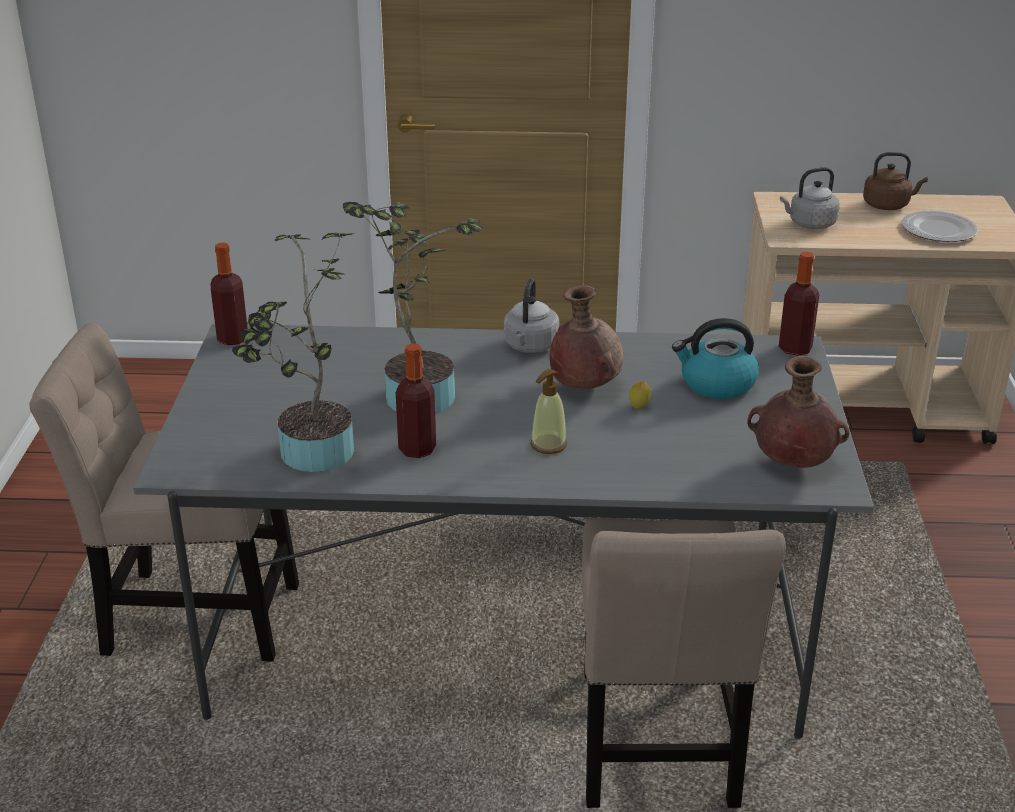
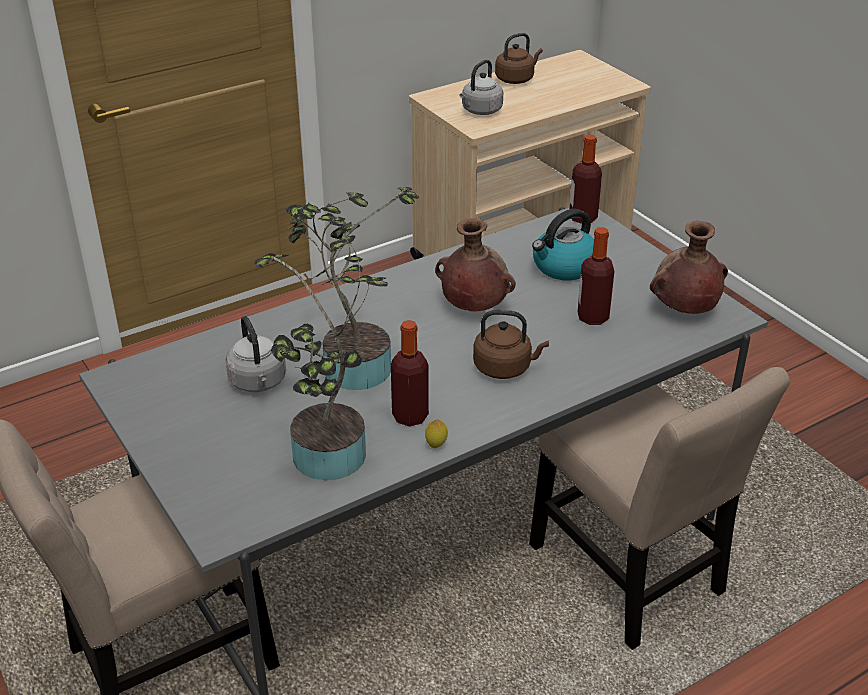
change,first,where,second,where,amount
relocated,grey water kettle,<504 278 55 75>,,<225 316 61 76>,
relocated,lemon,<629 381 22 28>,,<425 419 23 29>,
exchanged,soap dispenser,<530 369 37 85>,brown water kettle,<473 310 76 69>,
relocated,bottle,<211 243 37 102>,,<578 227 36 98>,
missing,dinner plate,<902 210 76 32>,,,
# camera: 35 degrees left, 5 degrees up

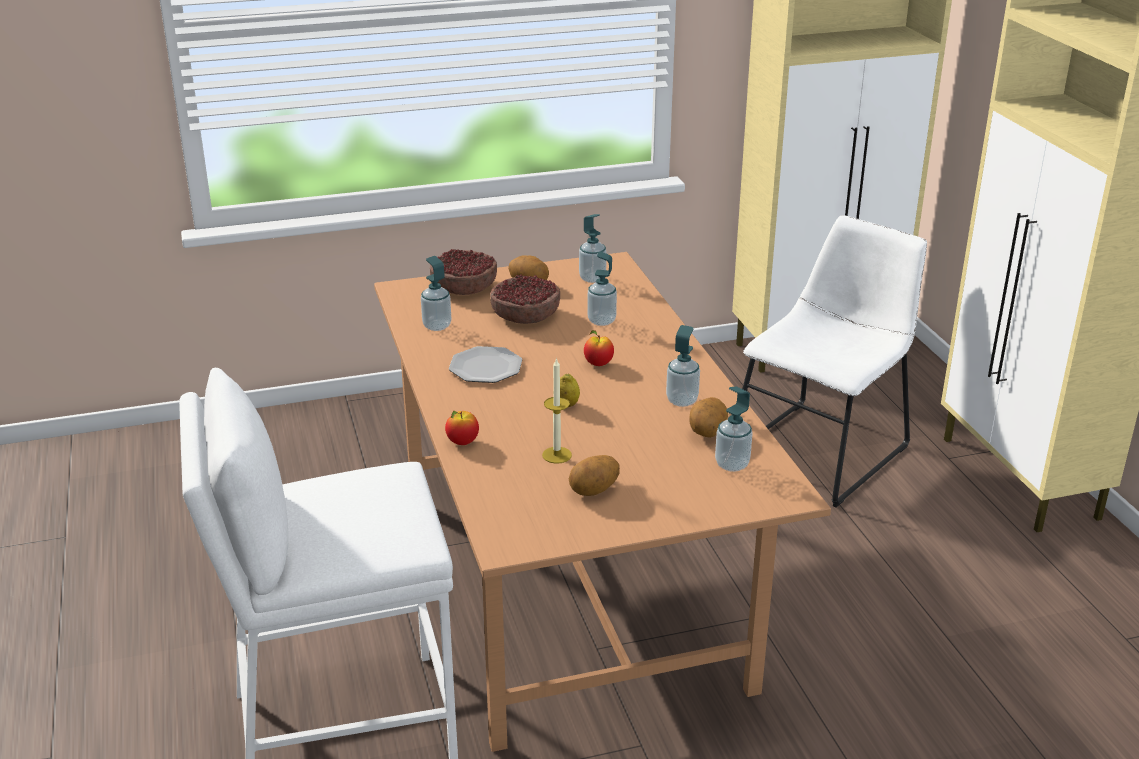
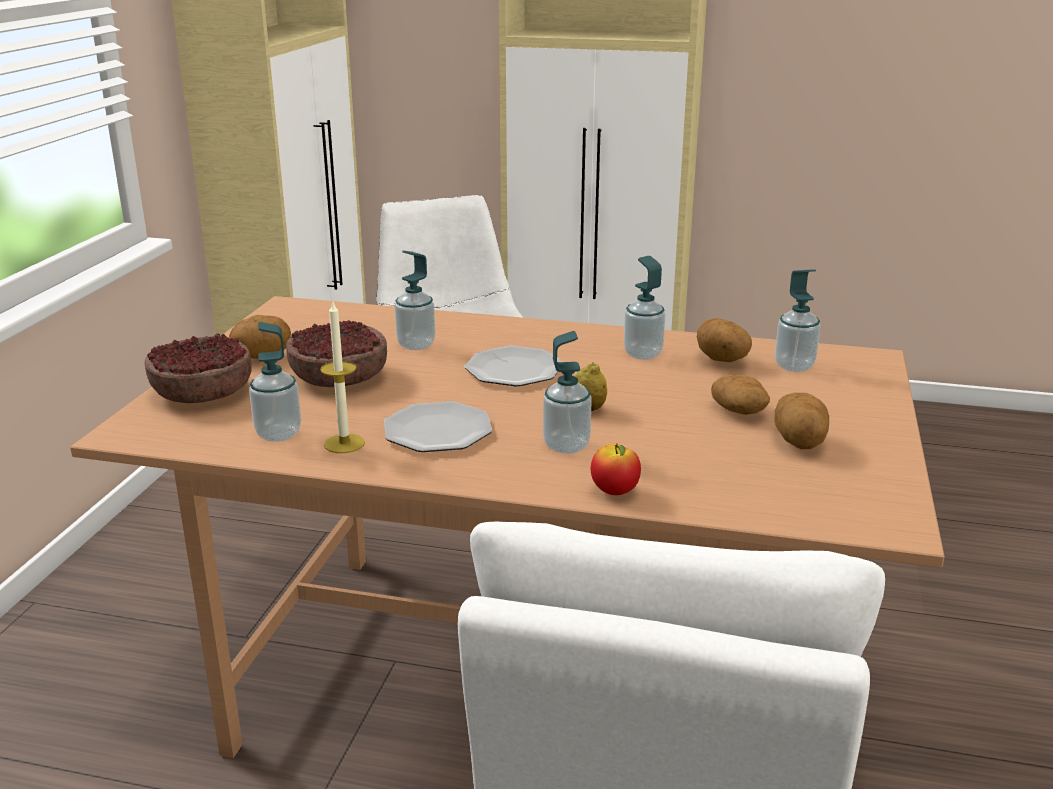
change,first,where,second,where,amount
relocated,wax candle,<542 357 30 107>,,<320 302 45 151>,
exchanged,whole apple,<584 330 30 36>,dinner plate,<464 346 98 40>,
relocated,soap dispenser,<579 214 28 69>,,<543 331 49 123>,
appeared,,,whole potato,<711 374 59 41>,
# camera: 60 degrees left, 5 degrees down

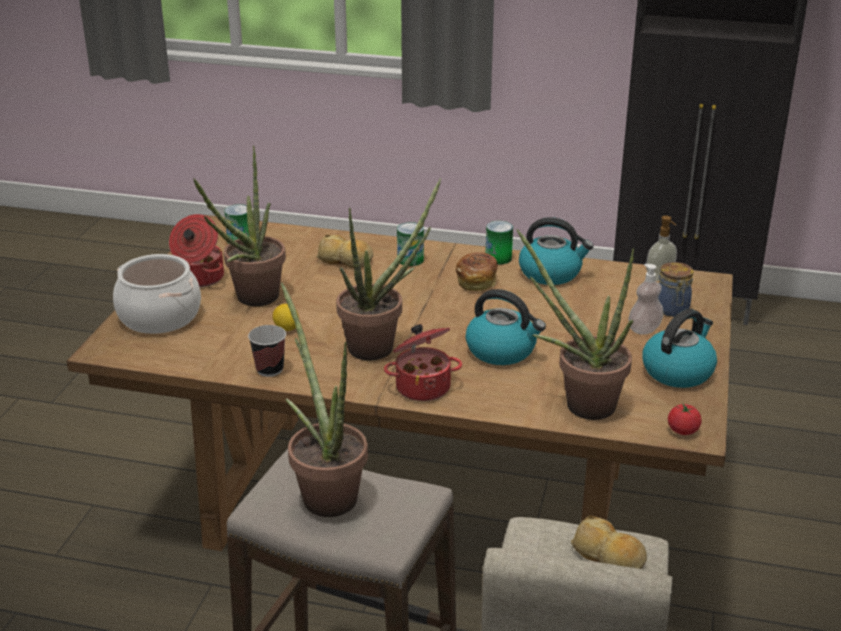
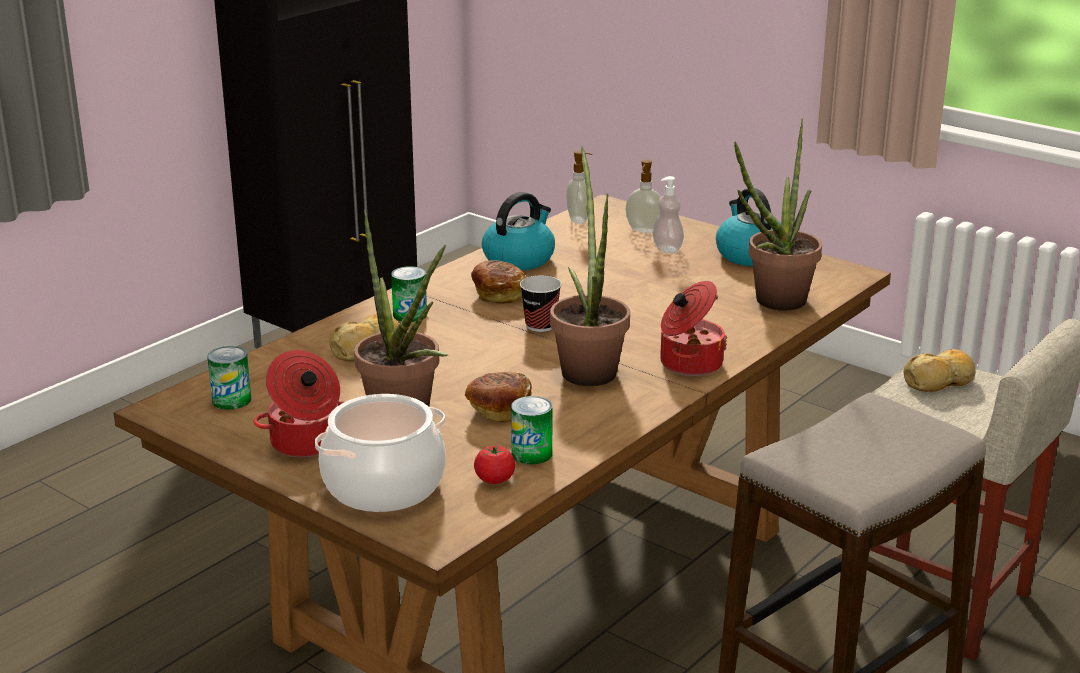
change,first,where,second,where,amount
exchanged,lemon,<273 304 26 27>,bread,<465 372 67 50>,
relocated,whole tomato,<668 404 34 31>,,<474 446 41 38>,
relocated,can,<486 221 27 44>,,<511 396 41 68>,
relocated,small cup,<248 325 38 52>,,<520 276 42 56>,
exchanged,storage jar,<658 262 35 55>,soap dispenser,<626 159 35 74>,
missing,potted plant,<281 282 87 235>,,,
missing,water kettle,<466 289 80 76>,,,
# camera: 65 degrees left, 5 degrees down

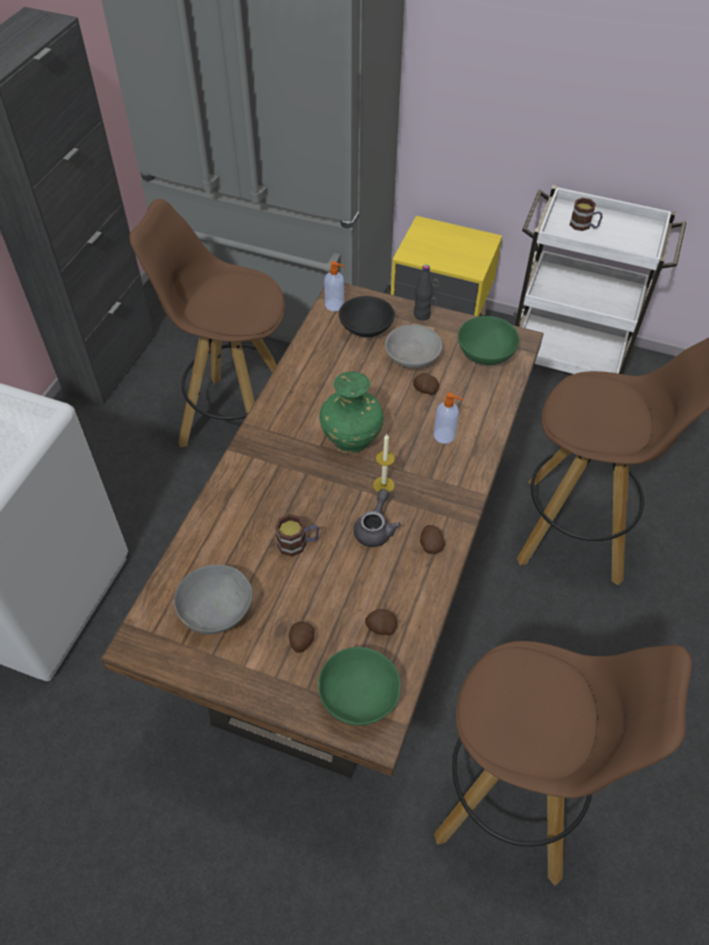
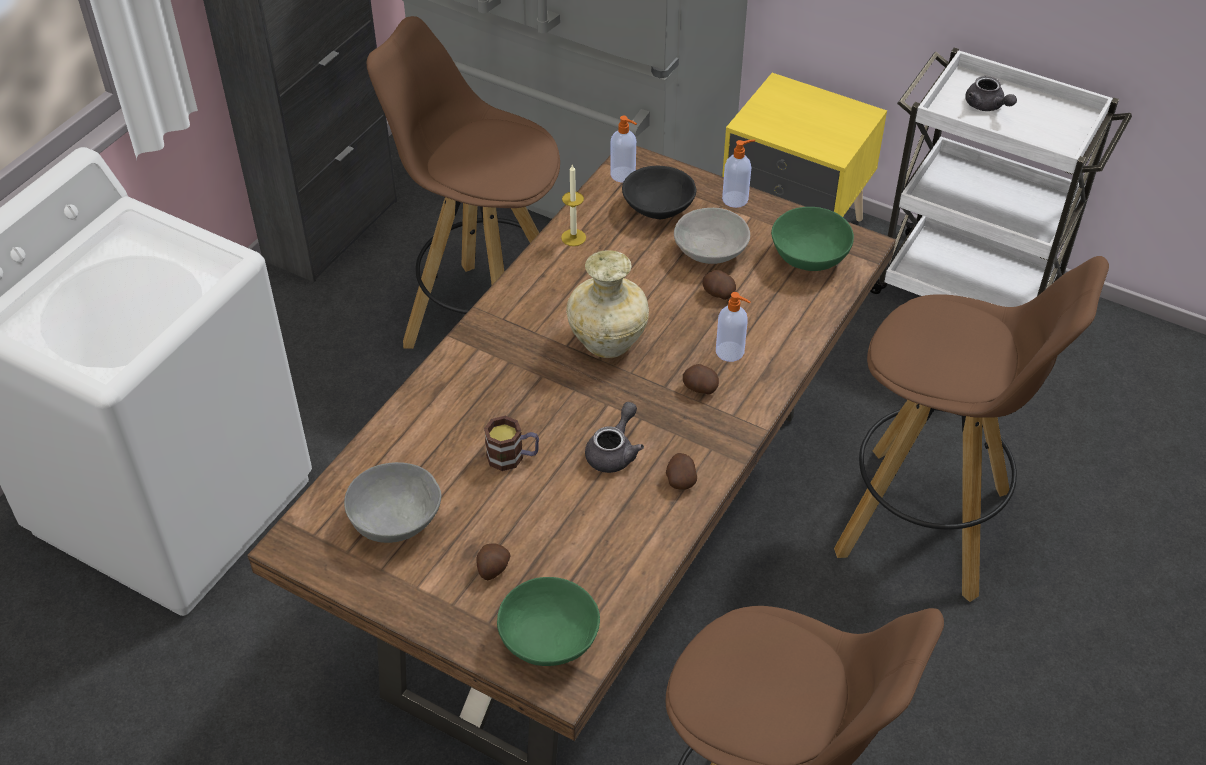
change,first,where,second,where,amount
relocated,wax candle,<373 434 22 59>,,<561 165 25 81>,
colour,green-coloured decorative vase,<320 371 64 82>,beige-coloured decorative vase,<567 250 82 108>,
relocated,whole potato,<365 609 32 26>,,<683 364 36 31>,
exchanged,black-coloured bottle,<414 265 19 55>,soap dispenser,<722 140 33 68>,
exchanged,tea mug,<570 198 32 33>,grey teapot,<965 76 52 35>,
# camera: 10 degrees right, 5 degrees down

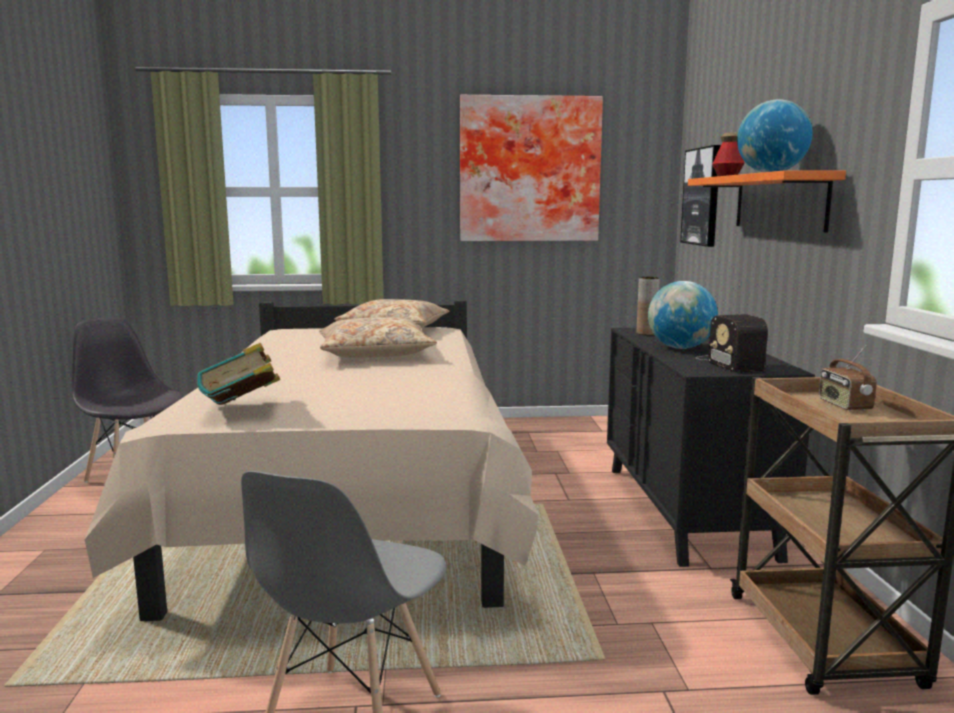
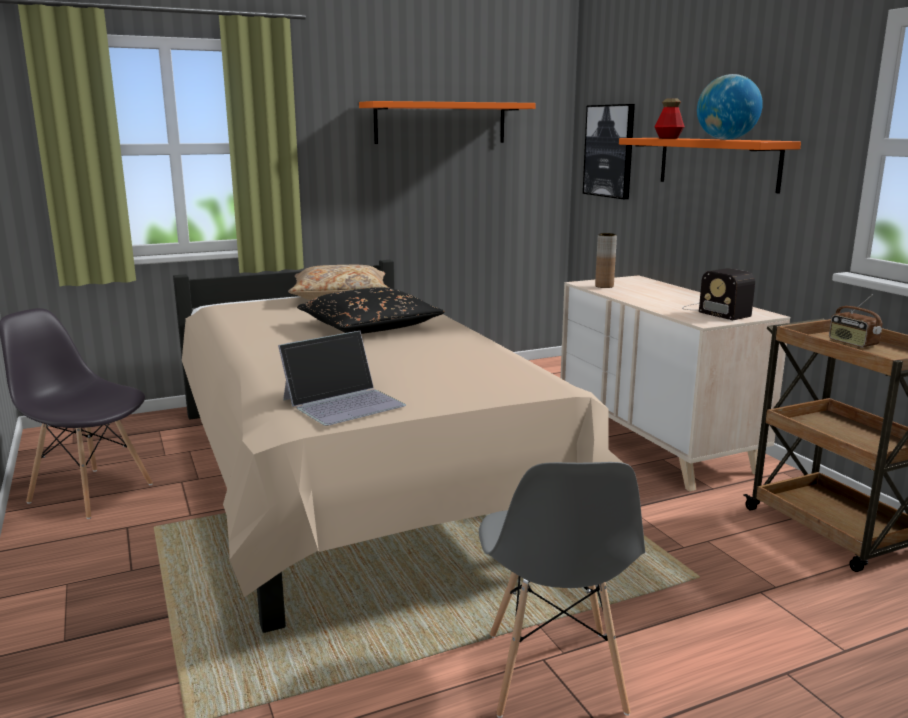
change,first,where,second,where,amount
exchanged,book,<197 343 83 62>,portable computer,<278 331 128 95>,
colour,beige-coloured pillow,<319 317 118 41>,black-coloured pillow,<297 287 148 47>,
exchanged,wall art,<460 95 143 146>,orange-coloured wall shelf,<359 101 177 43>,
colour,black-coloured dresser,<607 328 208 239>,beige-coloured dresser,<560 275 230 217>,
missing,globe,<648 281 70 68>,,,
# camera: 20 degrees left, 5 degrees up

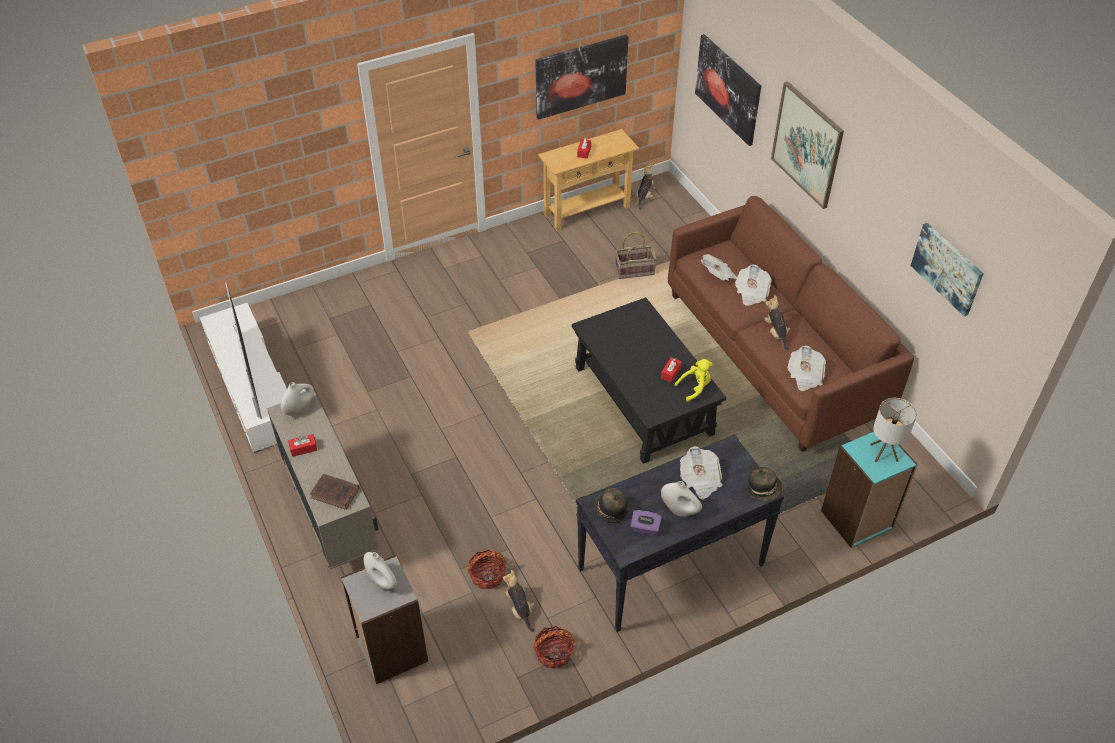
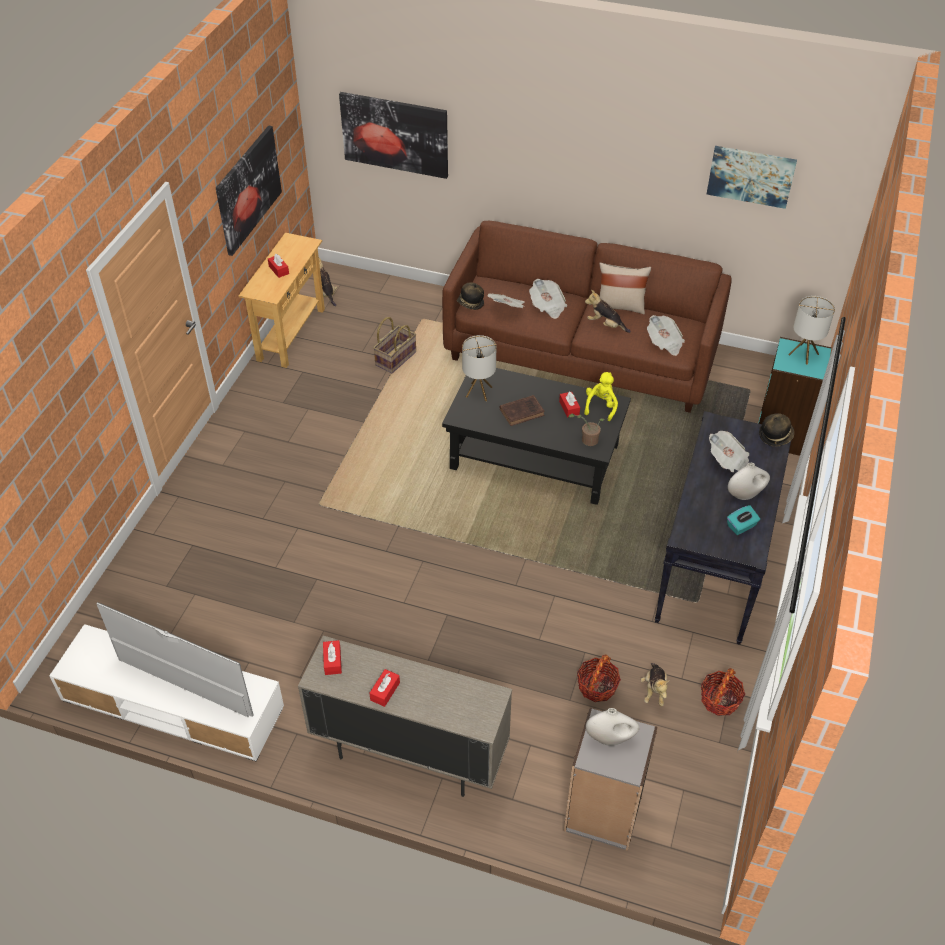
change,first,where,second,where,amount
exchanged,white decorative vase,<281 382 33 34>,red-coloured tissue box,<323 640 19 35>,
relocated,hat,<595 488 33 35>,,<457 282 27 28>,
appeared,,,table lamp,<462 335 34 66>,
relocated,brown book,<310 474 50 36>,,<500 395 45 31>,
appeared,,,potted plant,<568 414 36 32>,
appeared,,,beige-coloured pillow,<599 262 52 52>,
spun,plush toy,<503 570 31 62>,,<641 663 28 43>,105 degrees counterclockwise
colour,purple-coloured tissue box,<631 510 31 25>,turquoise-coloured tissue box,<727 505 33 30>,
missing,wall art,<771 81 73 128>,,,
# camera: 45 degrees left, 0 degrees up

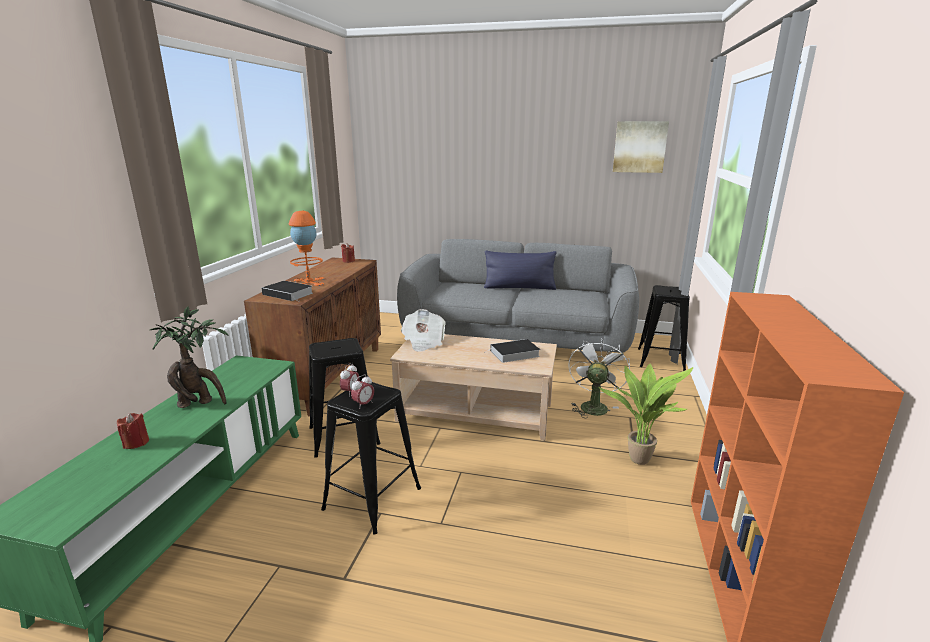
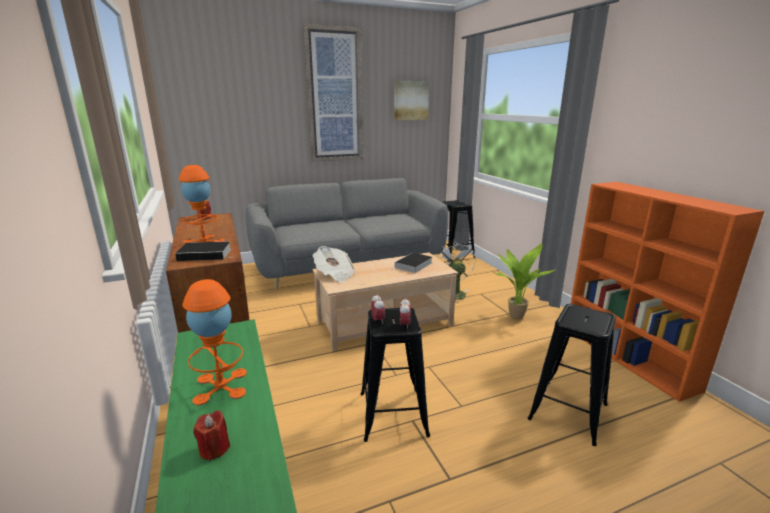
change,first,where,second,where,amount
exchanged,potted plant,<150 306 79 102>,orange-coloured table lamp,<183 279 64 126>,
appeared,,,wall art,<303 24 60 138>,
relocated,black-coloured stool,<309 338 72 120>,,<527 304 89 142>,
missing,blue-coloured pillow,<484 251 73 39>,,,
# camera: 35 degrees left, 0 degrees up

